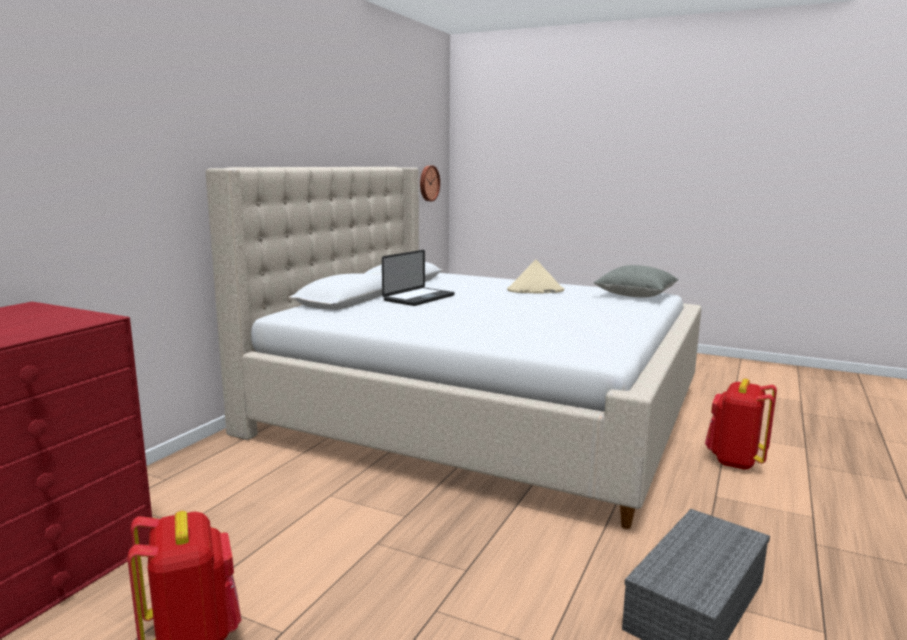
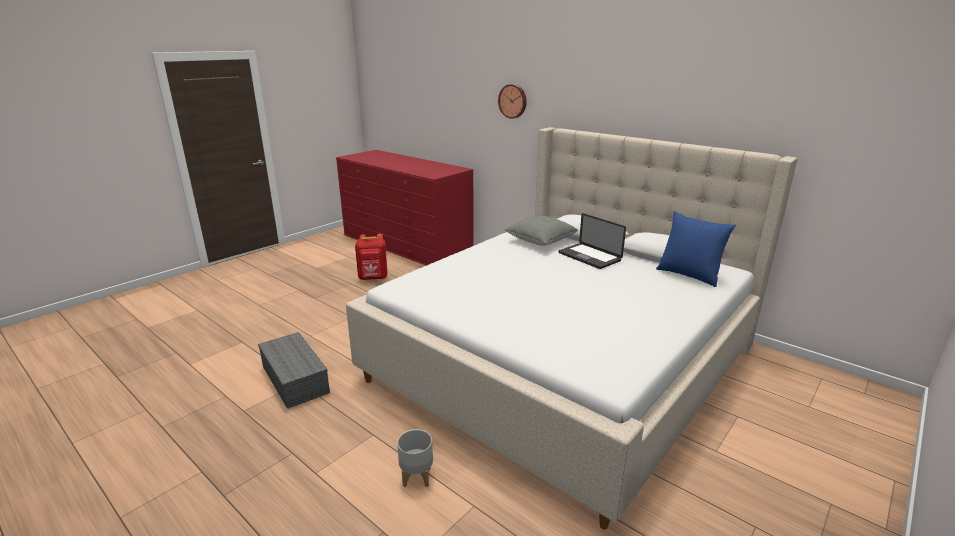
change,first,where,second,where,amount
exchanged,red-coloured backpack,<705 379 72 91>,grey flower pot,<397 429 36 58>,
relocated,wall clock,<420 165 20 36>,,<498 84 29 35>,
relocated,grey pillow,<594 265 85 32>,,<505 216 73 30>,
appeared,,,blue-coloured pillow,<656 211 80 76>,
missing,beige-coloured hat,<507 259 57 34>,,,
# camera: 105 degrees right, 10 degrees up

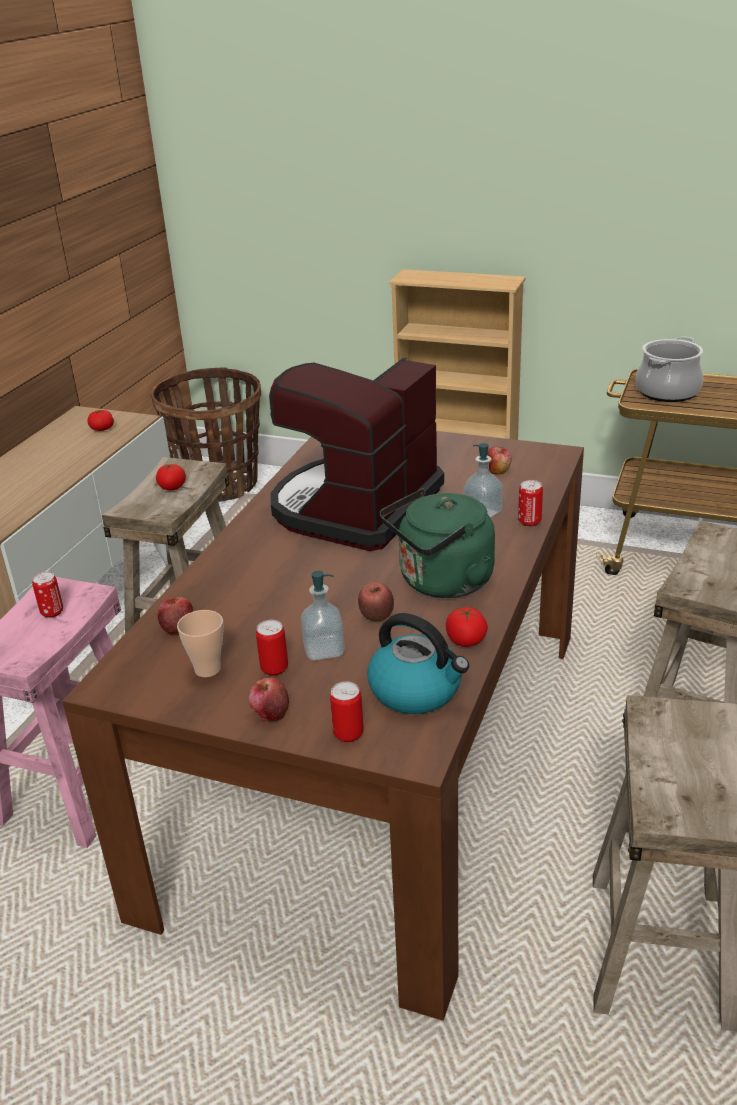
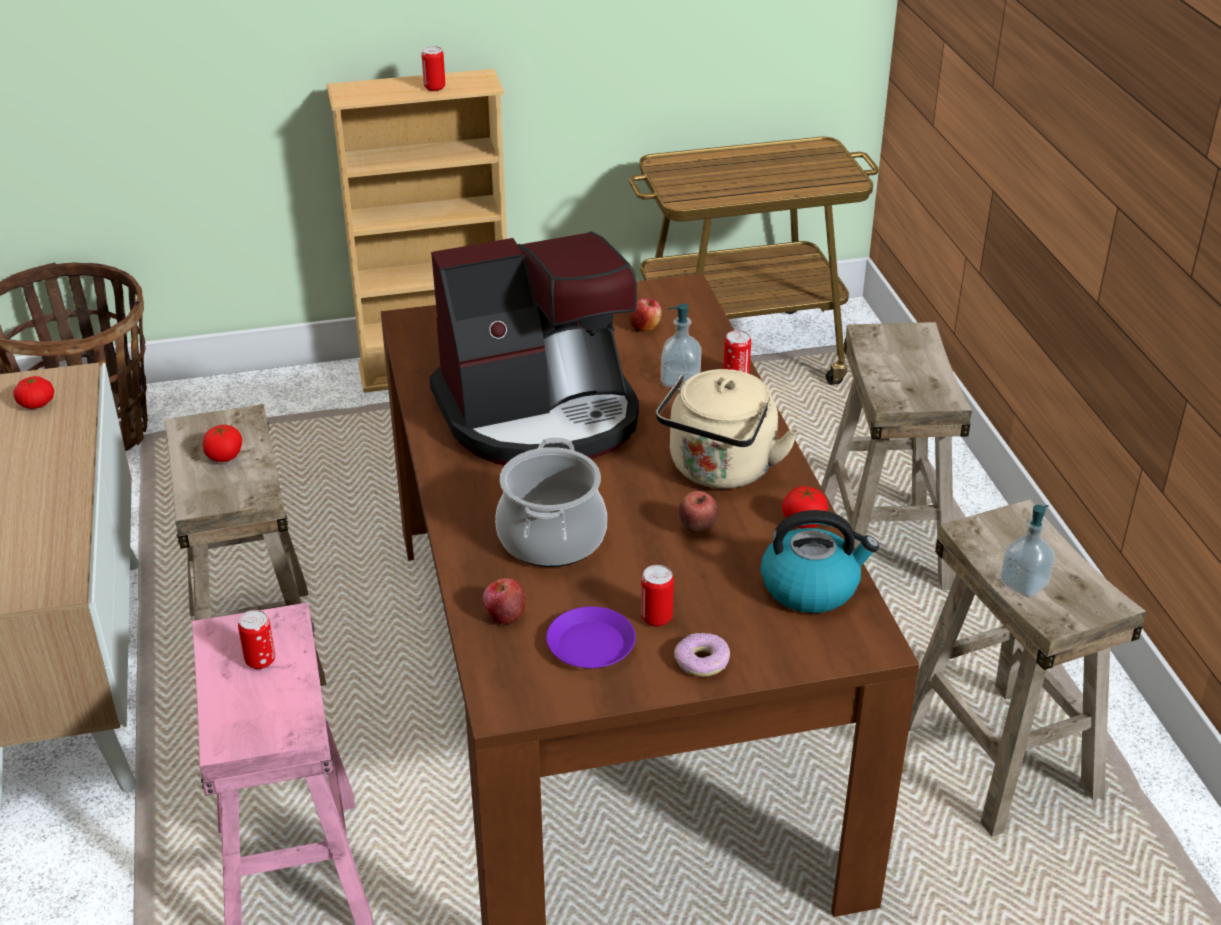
change,first,where,second,where,amount
relocated,can,<330 682 33 60>,,<421 46 24 45>,
spun,coffee machine,<269 358 175 193>,,<429 231 210 234>,105 degrees counterclockwise
relocated,cooking pot,<636 336 67 66>,,<495 437 112 130>,
exchanged,small cup,<177 610 47 67>,purple-coloured dinner plate,<546 606 90 62>,
colour,green-coloured water kettle,<380 488 115 110>,beige-coloured water kettle,<656 369 142 120>,
exchanged,whole apple,<249 677 40 45>,ring doughnut,<674 633 56 44>,
relocated,soap dispenser,<301 571 44 90>,,<1000 505 55 93>,
# camera: 35 degrees left, 5 degrees up

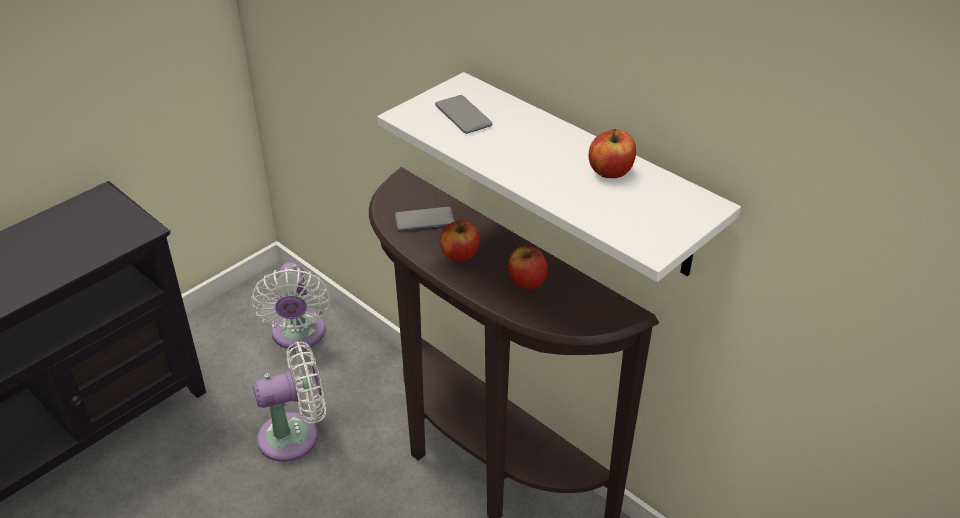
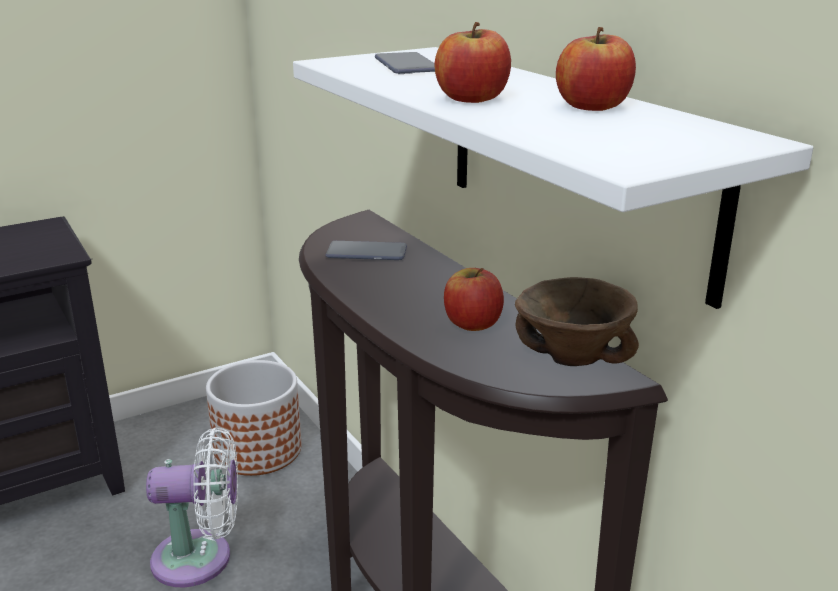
change,first,where,second,where,amount
exchanged,white fan,<251 262 79 88>,flower pot,<206 360 95 116>,
relocated,whole apple,<439 220 41 41>,,<435 22 76 81>,
appeared,,,brown bowl,<515 277 124 89>,
# camera: 15 degrees right, 15 degrees down

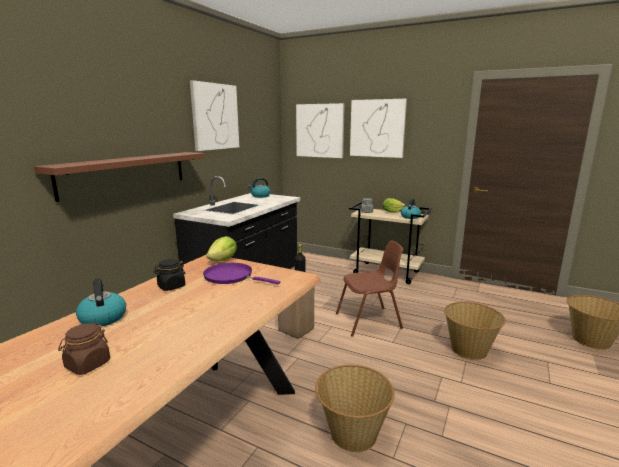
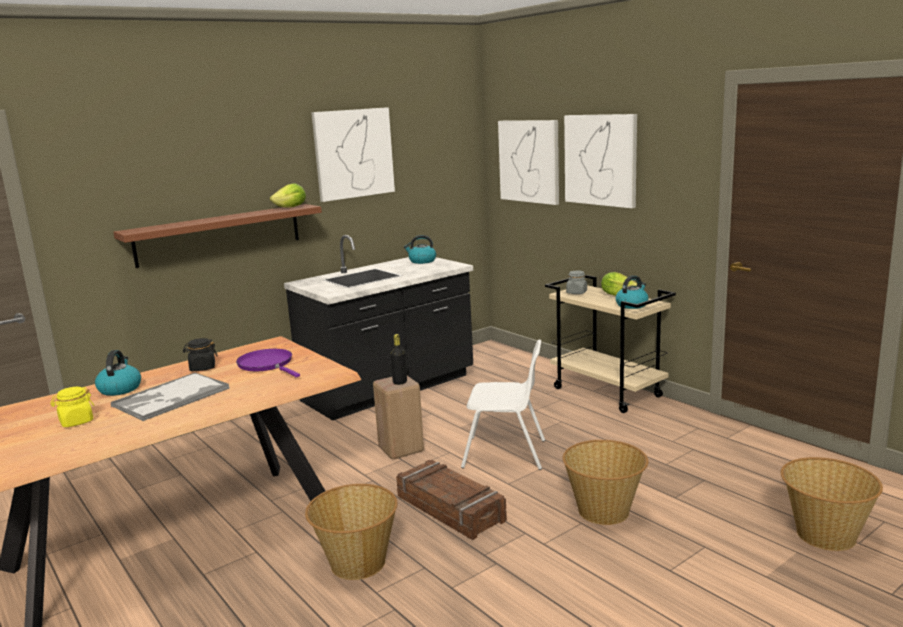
change,first,where,second,where,amount
colour,brown storage jar,<58 323 52 52>,yellow-coloured storage jar,<50 387 45 40>,
appeared,,,tray,<111 372 119 49>,
relocated,lettuce,<206 236 31 25>,,<270 183 36 25>,
appeared,,,crate,<396 460 111 80>,
colour,brown plain chair,<336 240 67 97>,white plain chair,<461 339 84 131>,
# camera: 25 degrees right, 0 degrees up

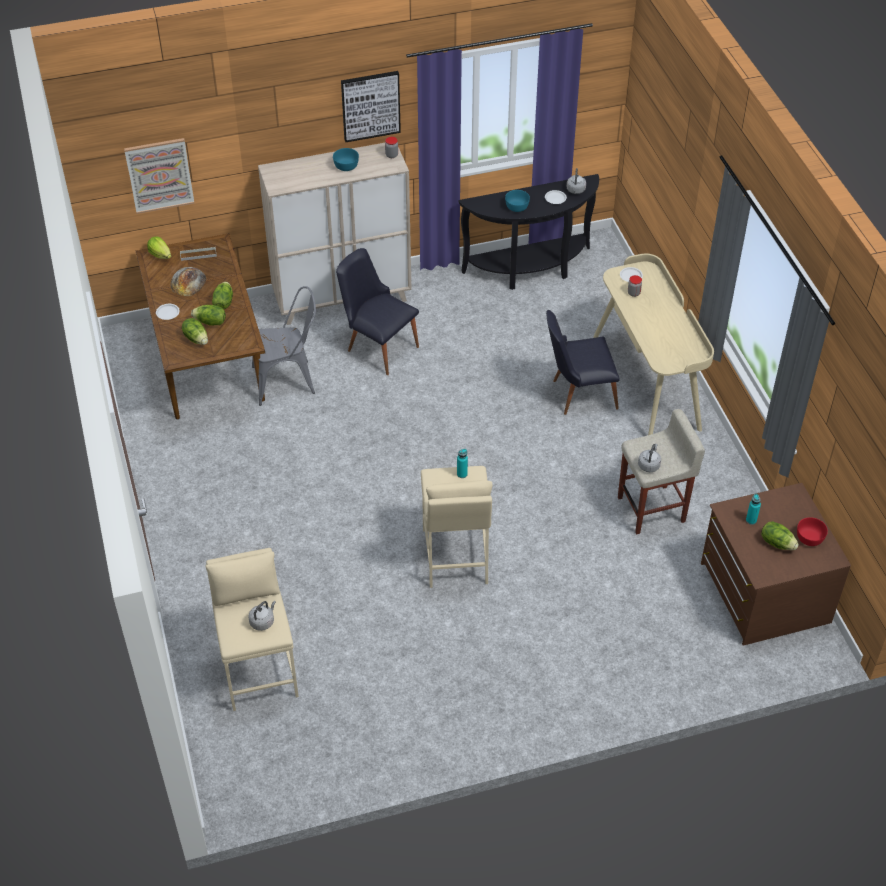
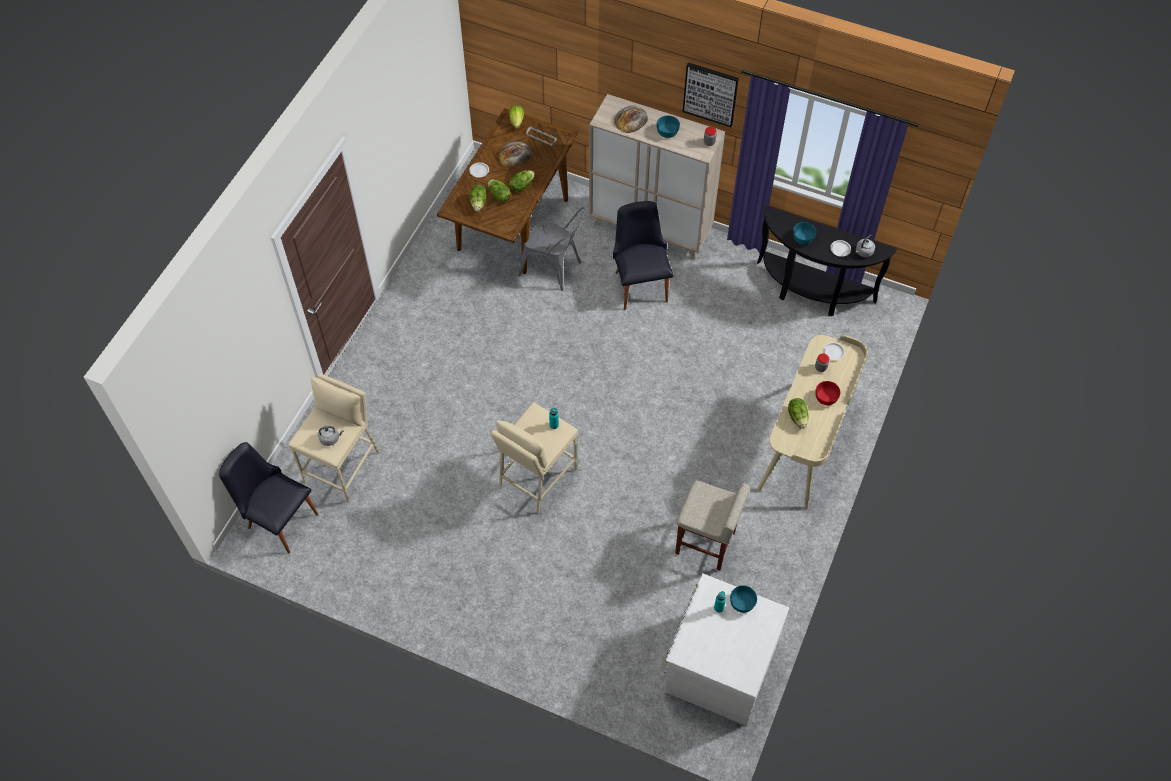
change,first,where,second,where,amount
relocated,black-coloured plain chair,<546 310 73 105>,,<219 442 100 112>,
appeared,,,bread,<614 106 34 27>,
colour,brown dresser,<701 483 150 163>,white dresser,<664 573 125 153>,
appeared,,,turquoise-coloured bowl,<730 585 27 28>,
relocated,lettuce,<761 521 38 29>,,<788 398 21 31>,
relocated,red-coloured bowl,<797 517 31 29>,,<815 381 25 24>,
missing,wall art,<124 138 70 76>,,,
missing,grey water kettle,<638 444 23 28>,,,
# camera: 40 degrees right, 10 degrees up

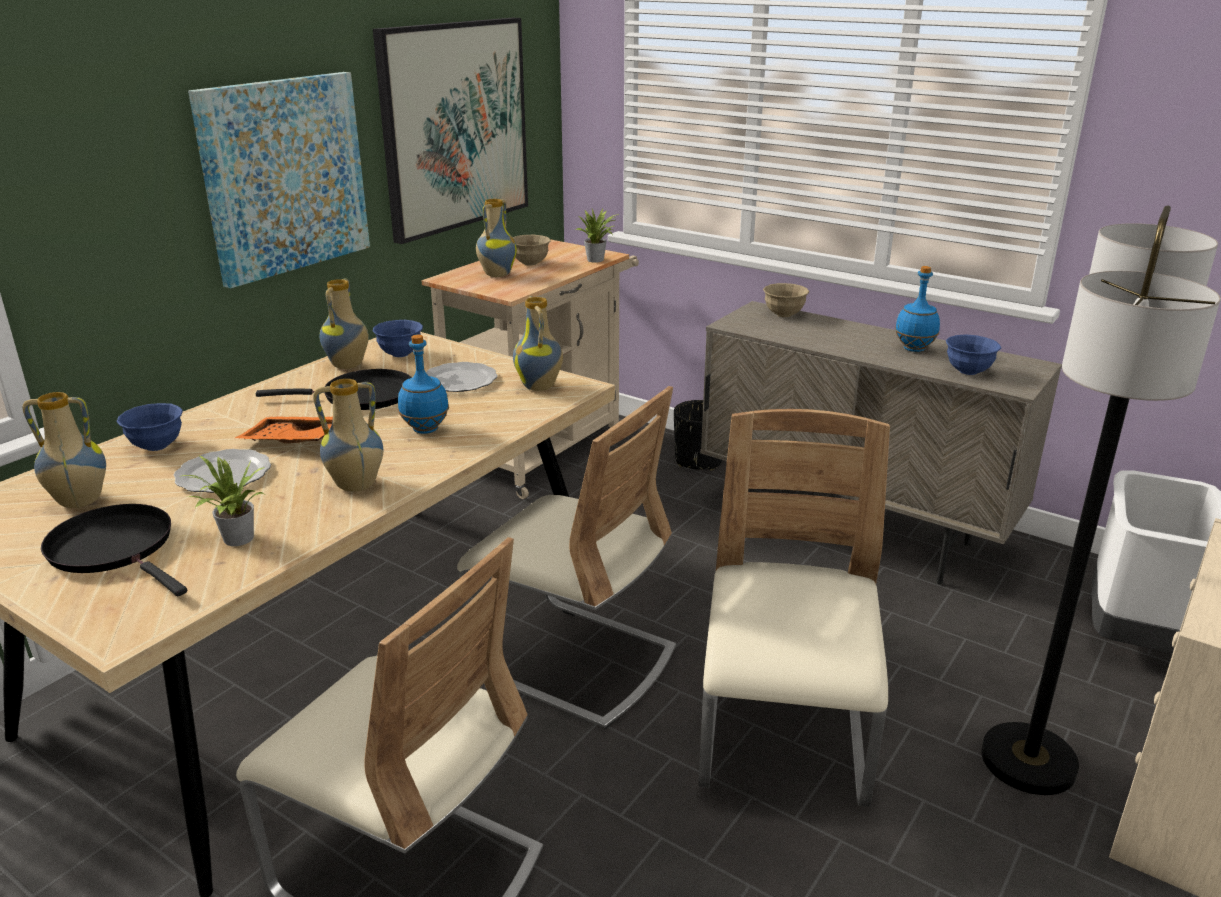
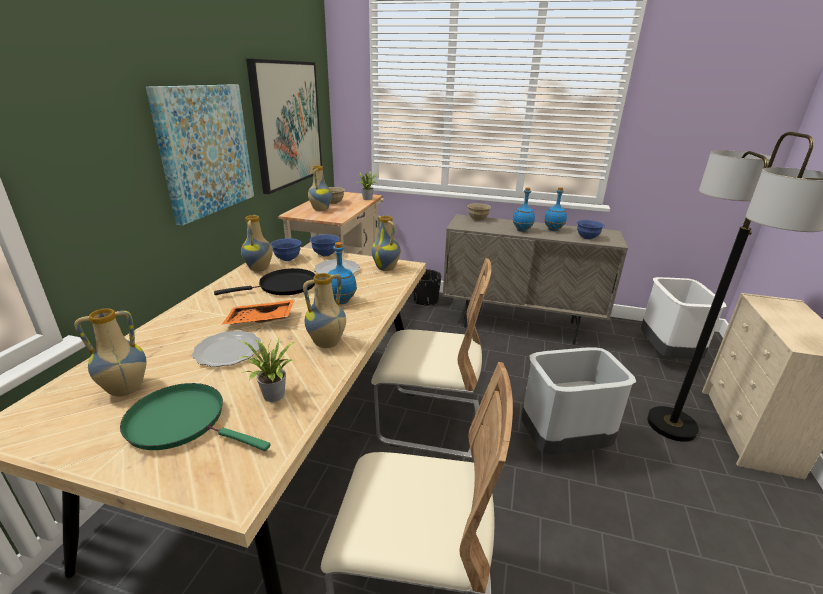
change,first,where,second,where,amount
colour,black-coloured pan,<41 504 146 92>,green-coloured pan,<120 383 151 68>,
relocated,blue-coloured bowl,<116 403 67 48>,,<310 234 29 22>,
appeared,,,blue-coloured bottle,<513 187 22 45>,
exchanged,beige-coloured plain chair,<698 409 192 398>,grey rubbish bin,<522 347 114 107>,
# camera: 20 degrees left, 0 degrees up

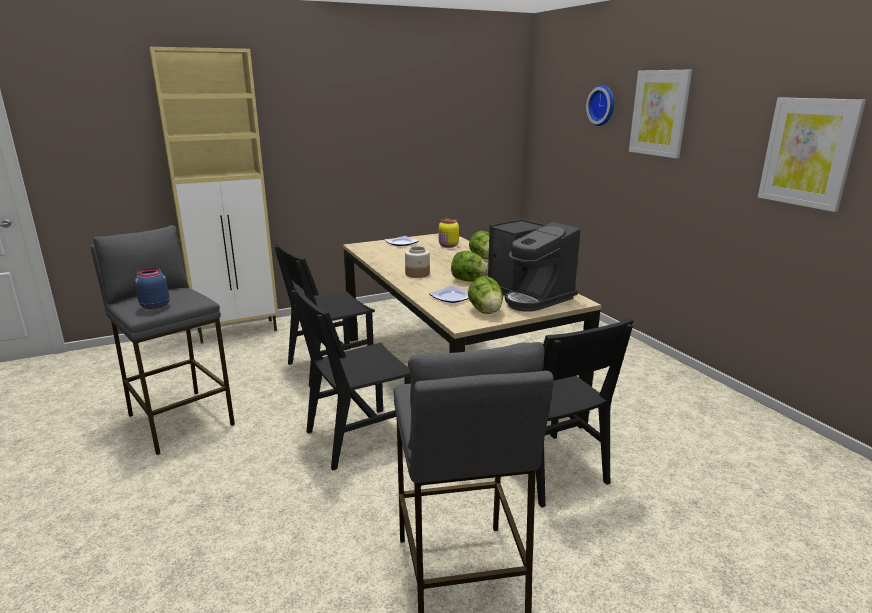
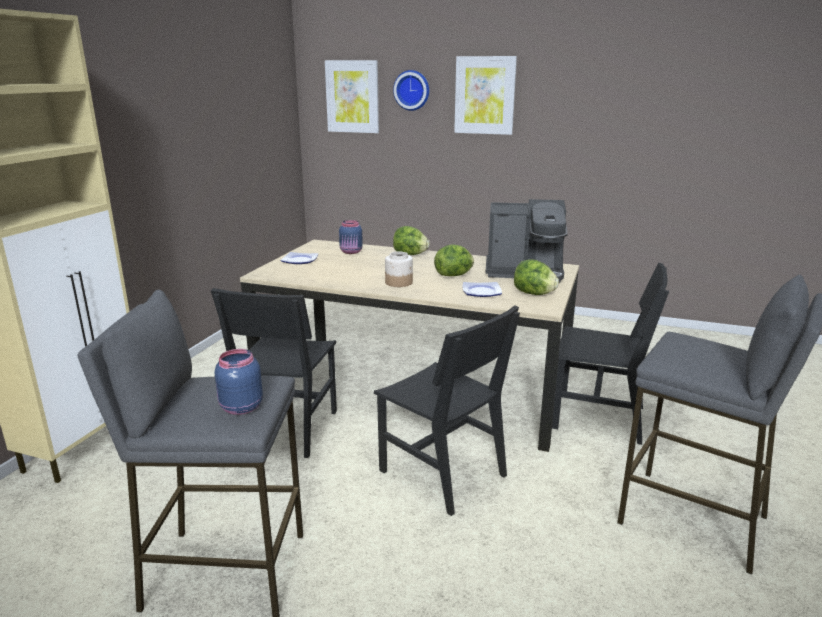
change,first,where,second,where,amount
relocated,wall art,<758 97 108 115>,,<325 60 54 73>,
colour,yellow-coloured storage jar,<439 218 20 30>,blue-coloured storage jar,<339 220 24 34>,
spun,black-coloured plain chair,<291 285 120 185>,,<374 305 146 211>,60 degrees counterclockwise
# camera: 45 degrees left, 0 degrees up

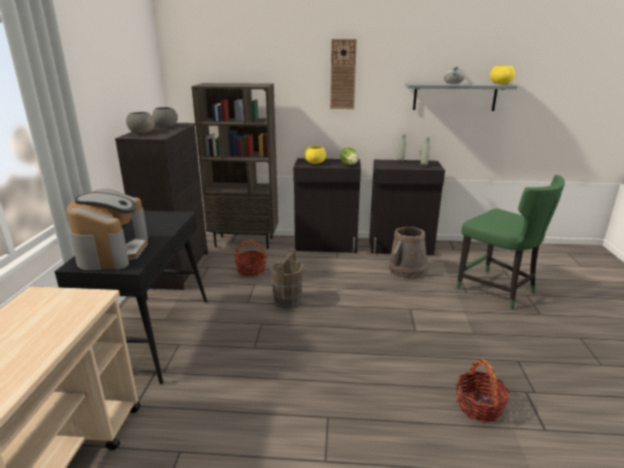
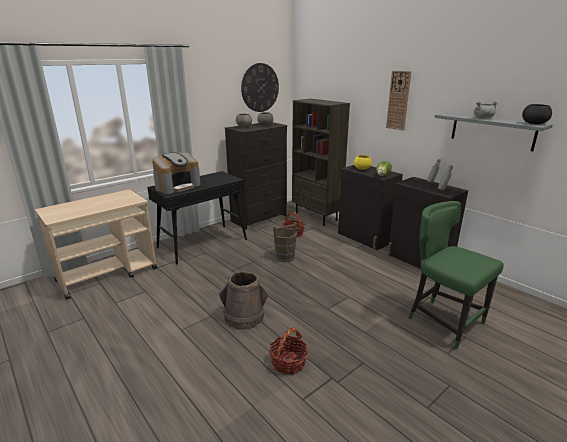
change,first,where,second,where,amount
relocated,brown bucket,<389 227 39 52>,,<219 271 50 59>,
appeared,,,wall clock,<241 63 38 49>,
spun,green-coloured plain chair,<456 175 109 135>,,<408 201 96 148>,135 degrees clockwise
colour,yellow-coloured bowl,<490 66 25 18>,black-coloured bowl,<522 104 30 21>,
# camera: 45 degrees right, 0 degrees up

